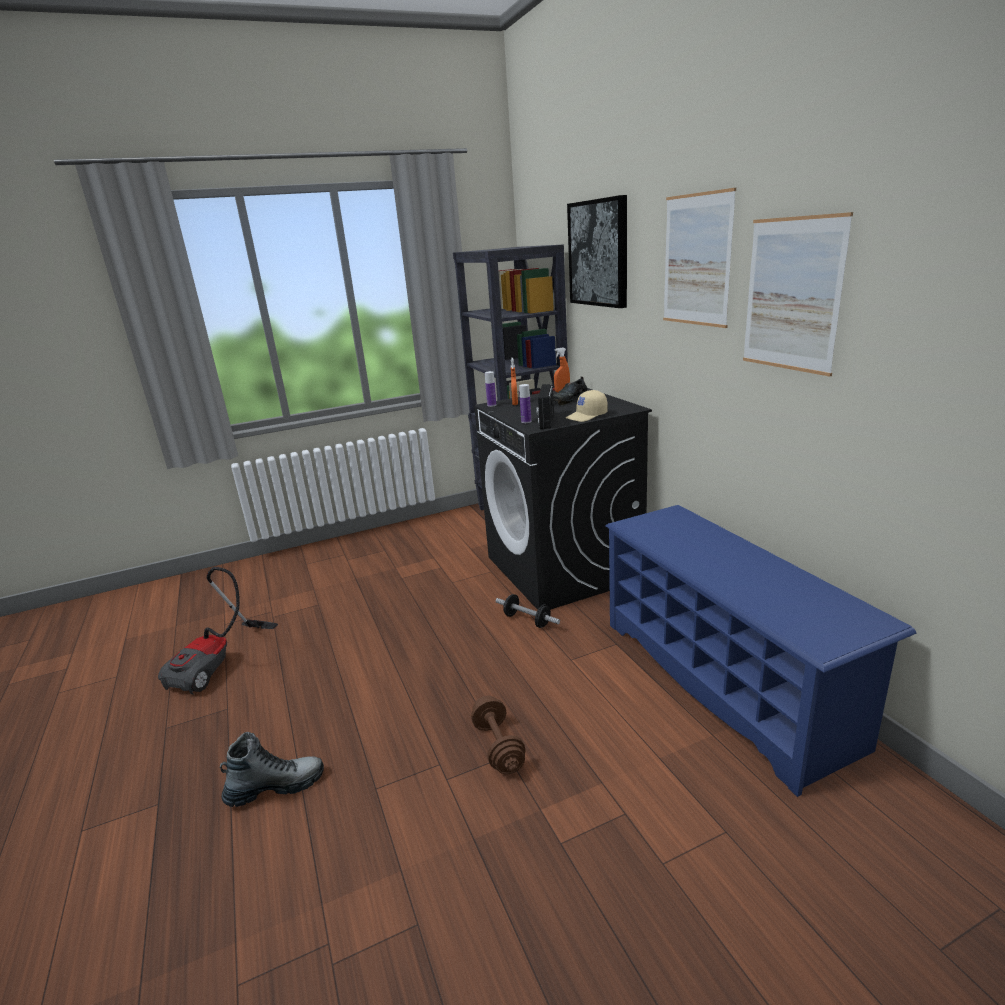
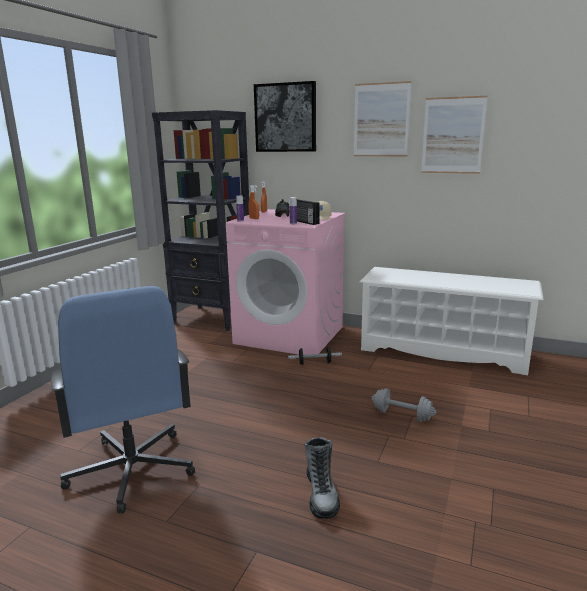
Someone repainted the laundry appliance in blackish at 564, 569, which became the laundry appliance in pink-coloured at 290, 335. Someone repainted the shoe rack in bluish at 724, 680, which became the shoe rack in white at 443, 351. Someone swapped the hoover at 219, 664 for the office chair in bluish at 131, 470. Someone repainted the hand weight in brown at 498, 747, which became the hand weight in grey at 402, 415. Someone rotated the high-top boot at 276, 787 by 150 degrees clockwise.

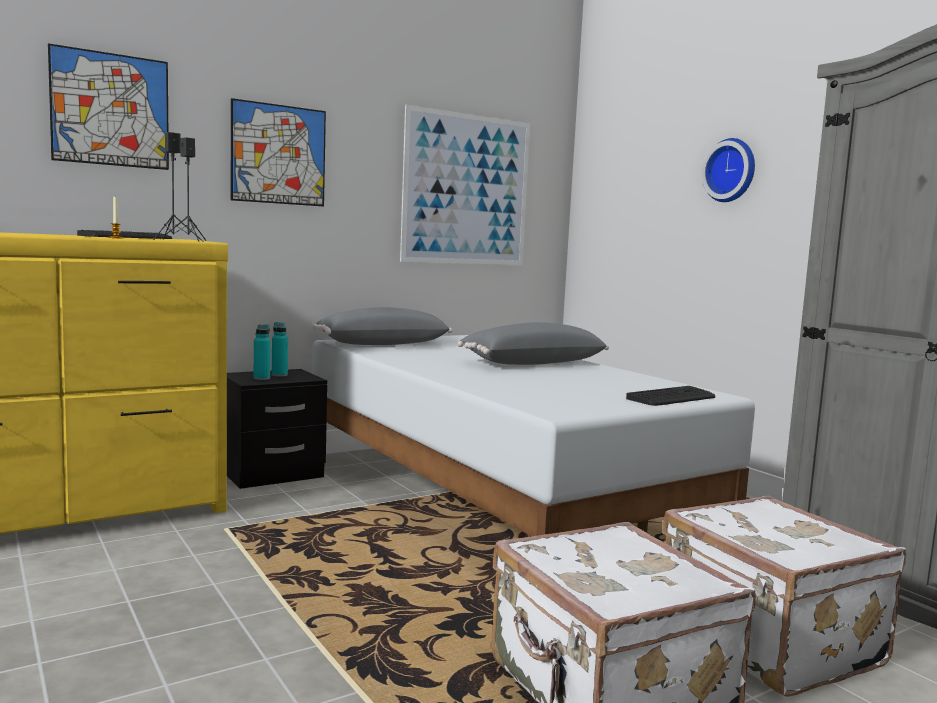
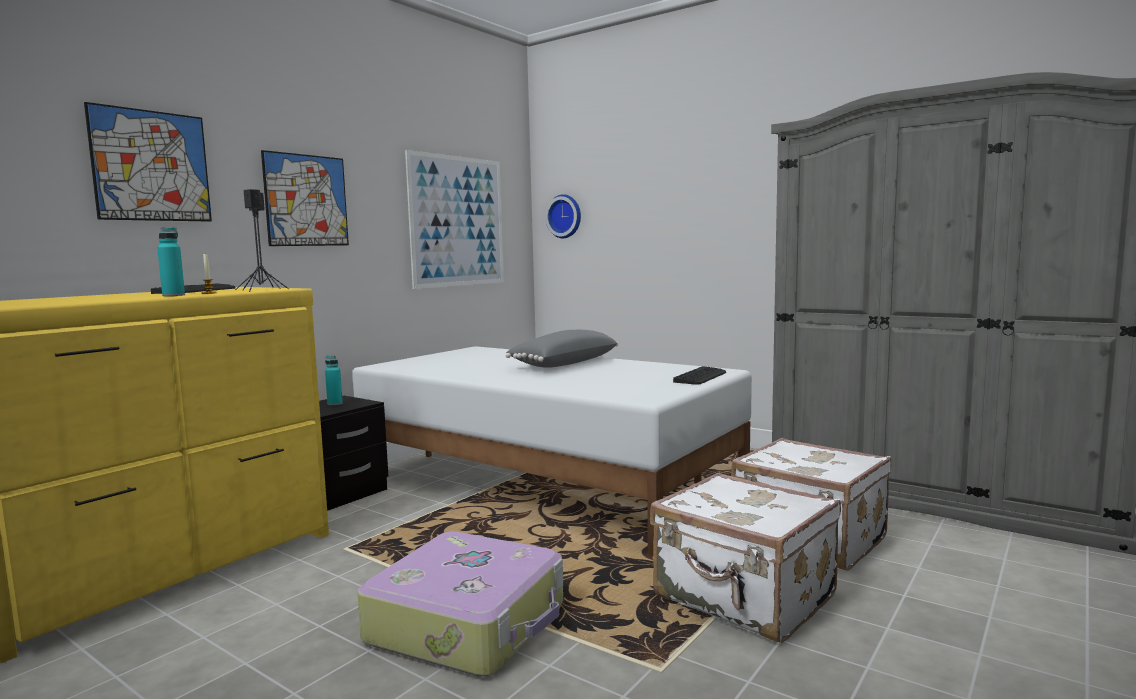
Someone carried the clock on the wall from 731, 171 to 565, 216. Someone took away the throw pillow in grey at 382, 344. Someone carried the beverage bottle in blue-green from 261, 378 to 173, 295. Someone put down the suitcase at 469, 623.

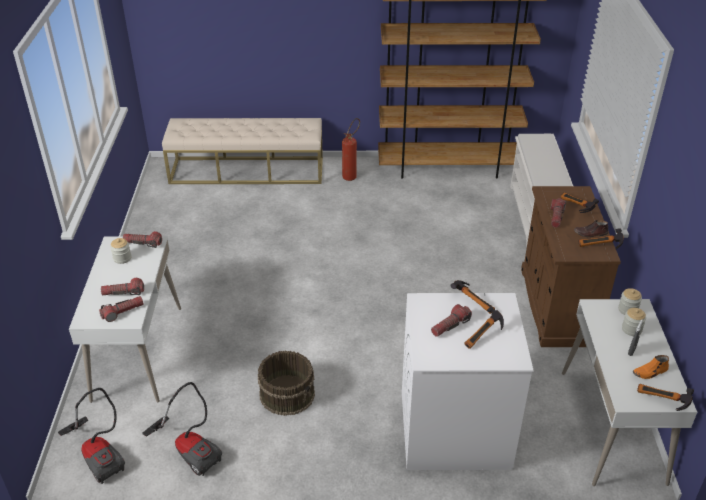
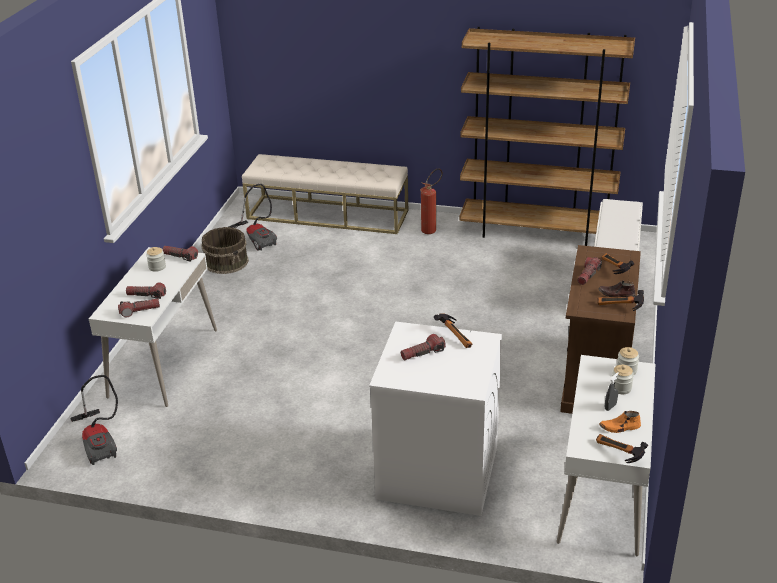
Someone took away the hand hammer at 484, 337. Someone carried the bucket in brown from 287, 393 to 226, 261. Someone carried the hoover from 191, 449 to 258, 238.

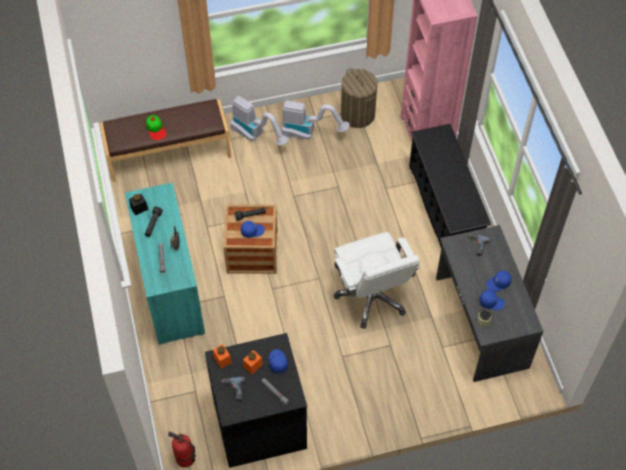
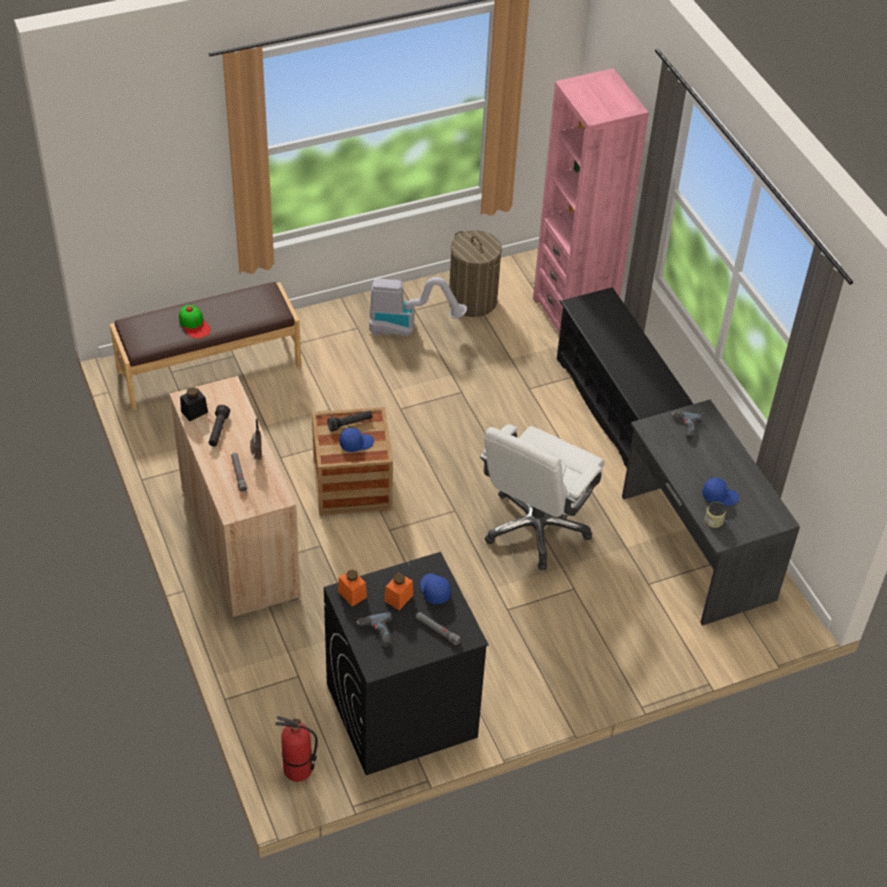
Someone took away the hoover at 257, 135. Someone repainted the cupboard in blue-green at 171, 288, which became the cupboard in beige at 240, 542. Someone rotated the office chair in white at 372, 296 by 60 degrees clockwise. Someone took away the peaked cap in bluish at 498, 283.

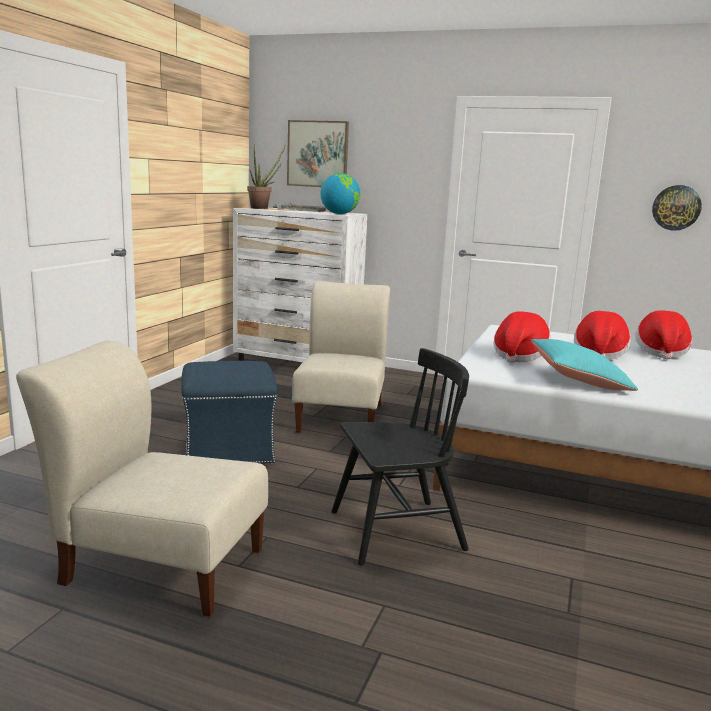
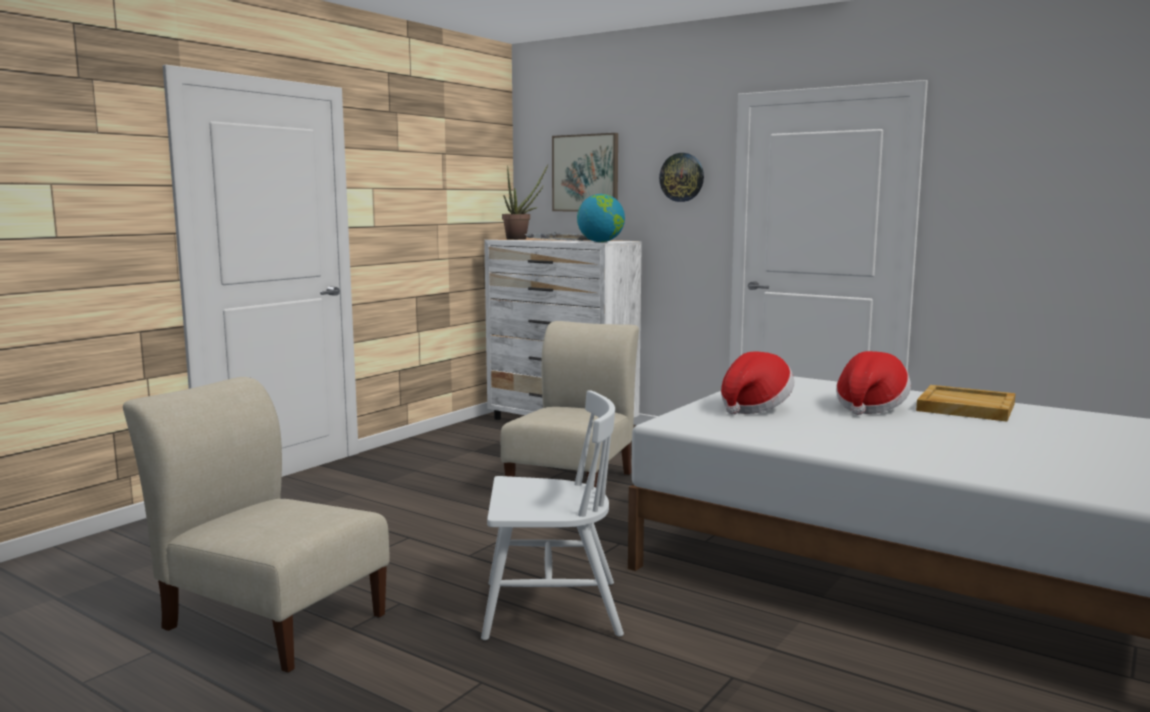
Someone carried the clock on the wall from 676, 207 to 682, 177. Someone swapped the clothing hat at 661, 352 for the tray in beige at 965, 407. Someone took away the throw pillow in blue-green at 578, 380. Someone repainted the chair in blackish at 396, 531, which became the chair in white at 550, 609. Someone took away the ottoman in bluish at 228, 449.

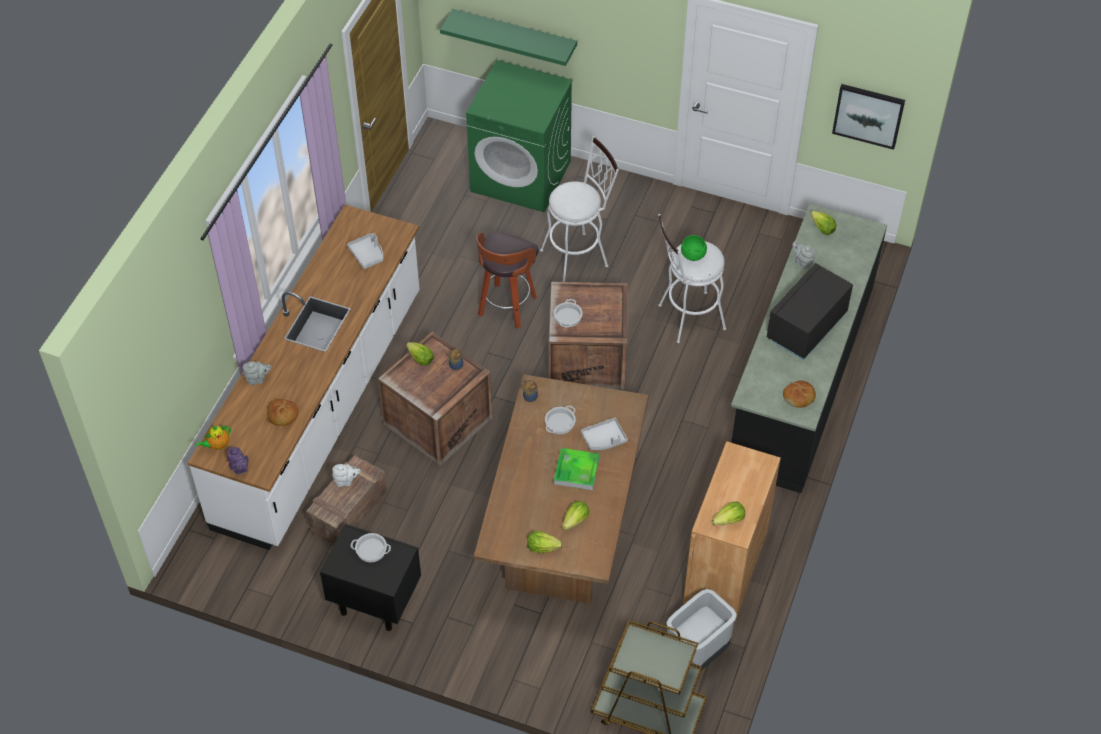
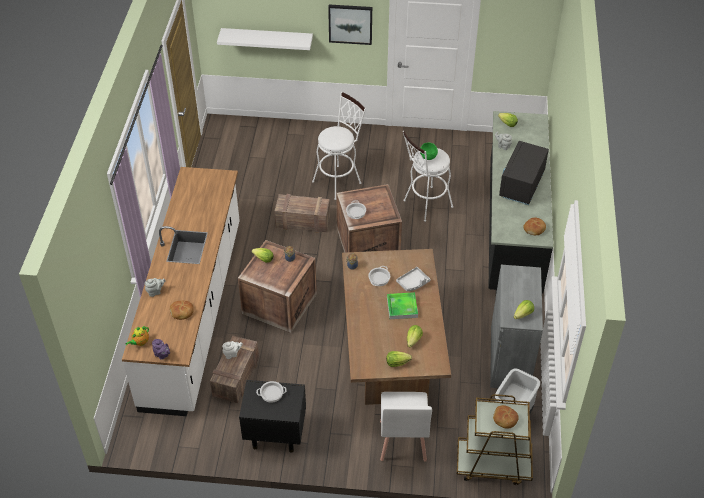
Someone repainted the wall shelf in green-coloured at 514, 35, which became the wall shelf in white at 267, 38. Someone took away the laundry appliance in green-coloured at 521, 176. Someone carried the picture from 868, 115 to 350, 24. Someone swapped the stool at 506, 308 for the packing crate at 302, 222. Someone took away the tray in grey at 367, 254. Someone repainted the cupboard in brown at 725, 568, which became the cupboard in grey at 509, 357. Someone put down the chair in white at 402, 441. Someone put down the baked bread at 505, 419.

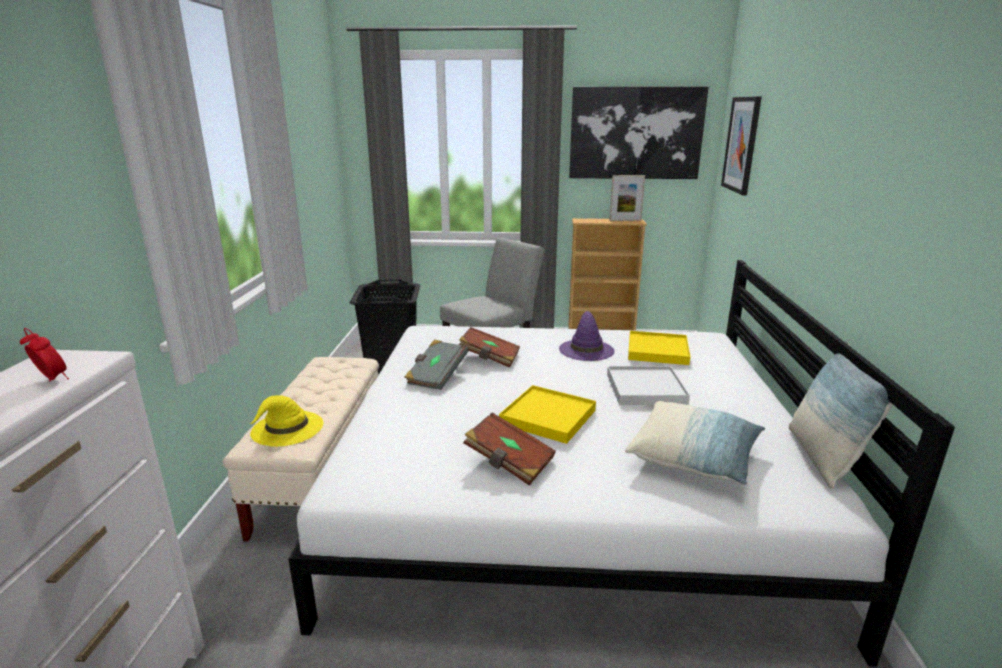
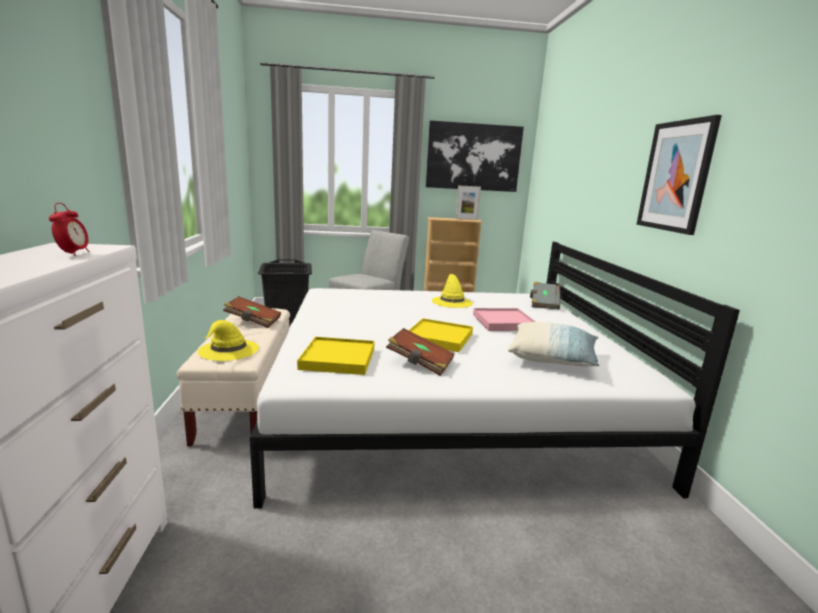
Someone carried the picture from 741, 144 to 676, 176. Someone repainted the clothing hat in purple at 586, 349, which became the clothing hat in yellowish at 451, 301. Someone carried the bound book in brown from 489, 358 to 253, 321. Someone rotated the bedside clock at 52, 380 by 60 degrees clockwise. Someone carried the tray in yellowish from 657, 351 to 338, 359. Someone carried the bound book in grey from 436, 376 to 543, 304. Someone took away the throw pillow at 823, 457. Someone repainted the tray in white at 645, 389, which became the tray in pink-coloured at 503, 322.

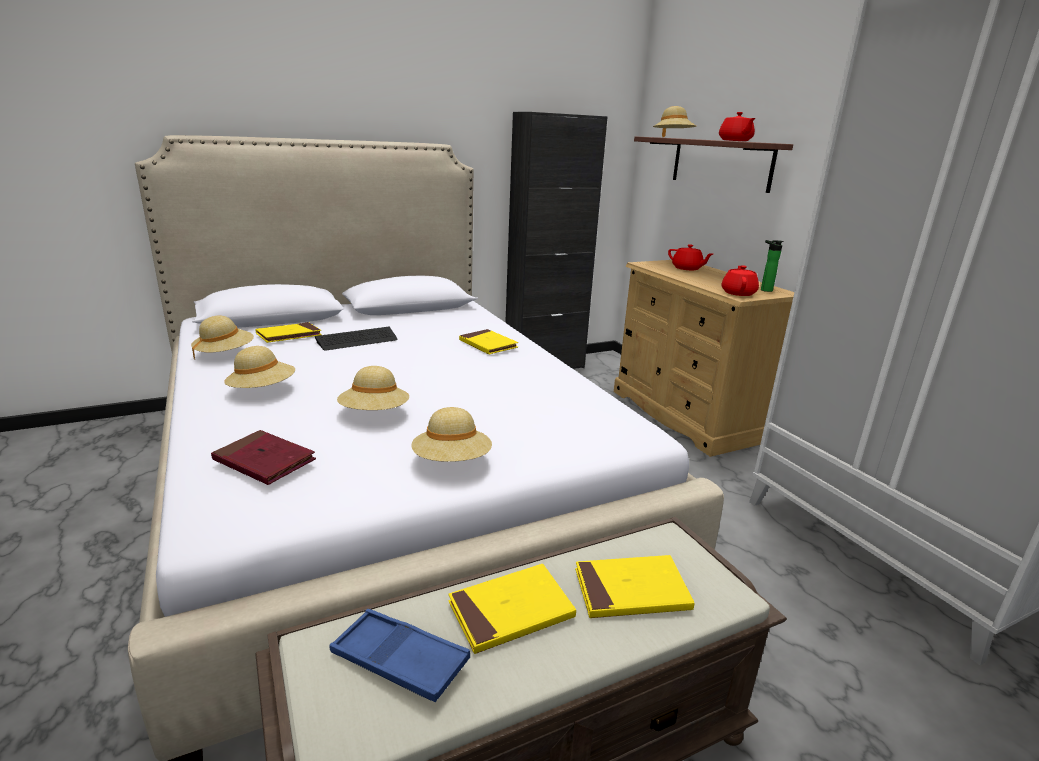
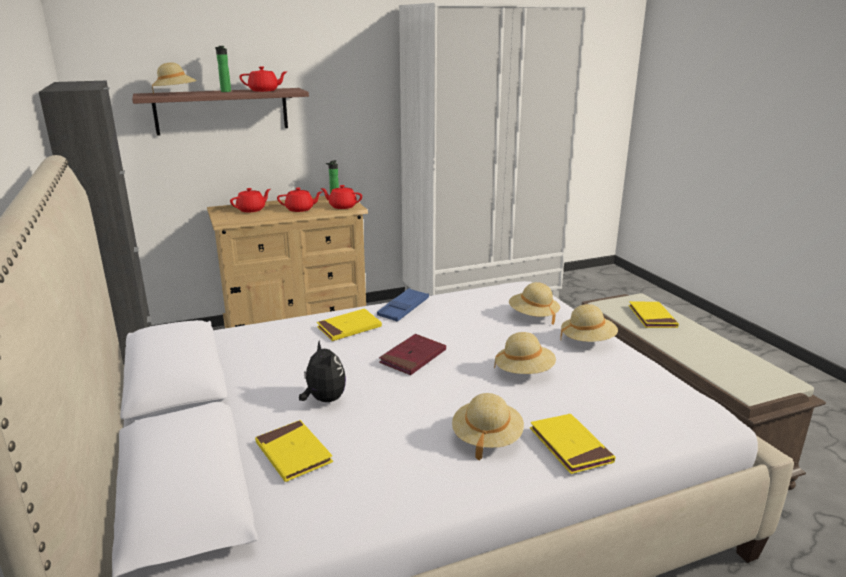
Someone carried the clothing hat in beige from 225, 354 to 533, 316. Someone swapped the PC keyboard at 357, 340 for the plush toy at 324, 399. Someone carried the bound book in reddish from 264, 461 to 413, 357. Someone carried the bound book in yellowish from 511, 611 to 570, 446. Someone carried the tray in bluish from 399, 660 to 403, 309. Someone put down the beverage bottle at 225, 92. Someone put down the tea pot in reddish at 300, 209.

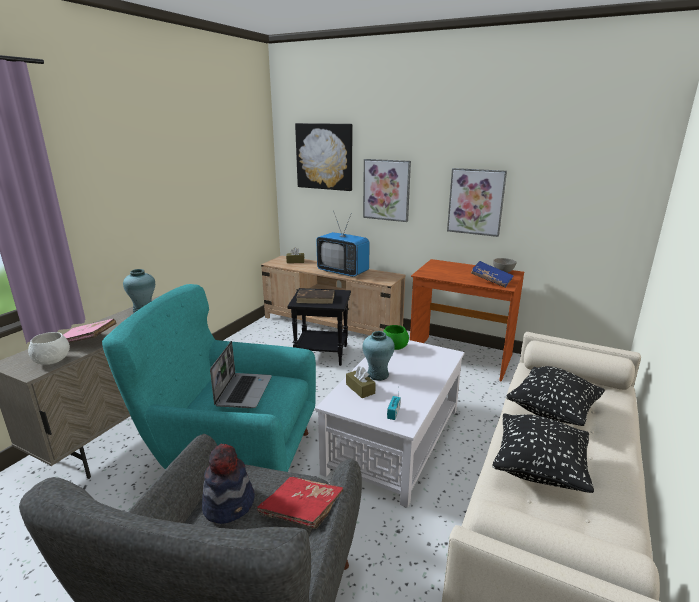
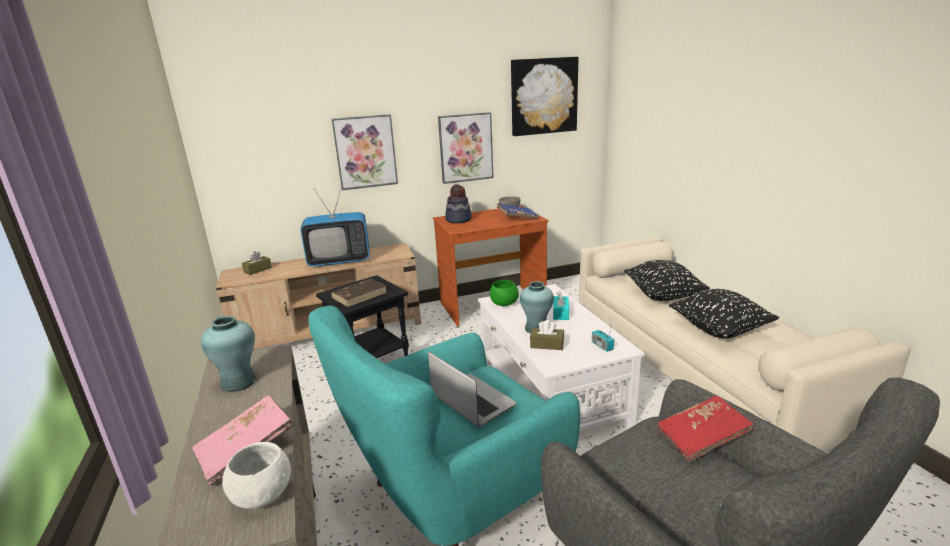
Someone carried the picture from 324, 156 to 543, 96. Someone carried the clothing hat from 229, 503 to 458, 220. Someone put down the tissue box in blue-green at 560, 313.

